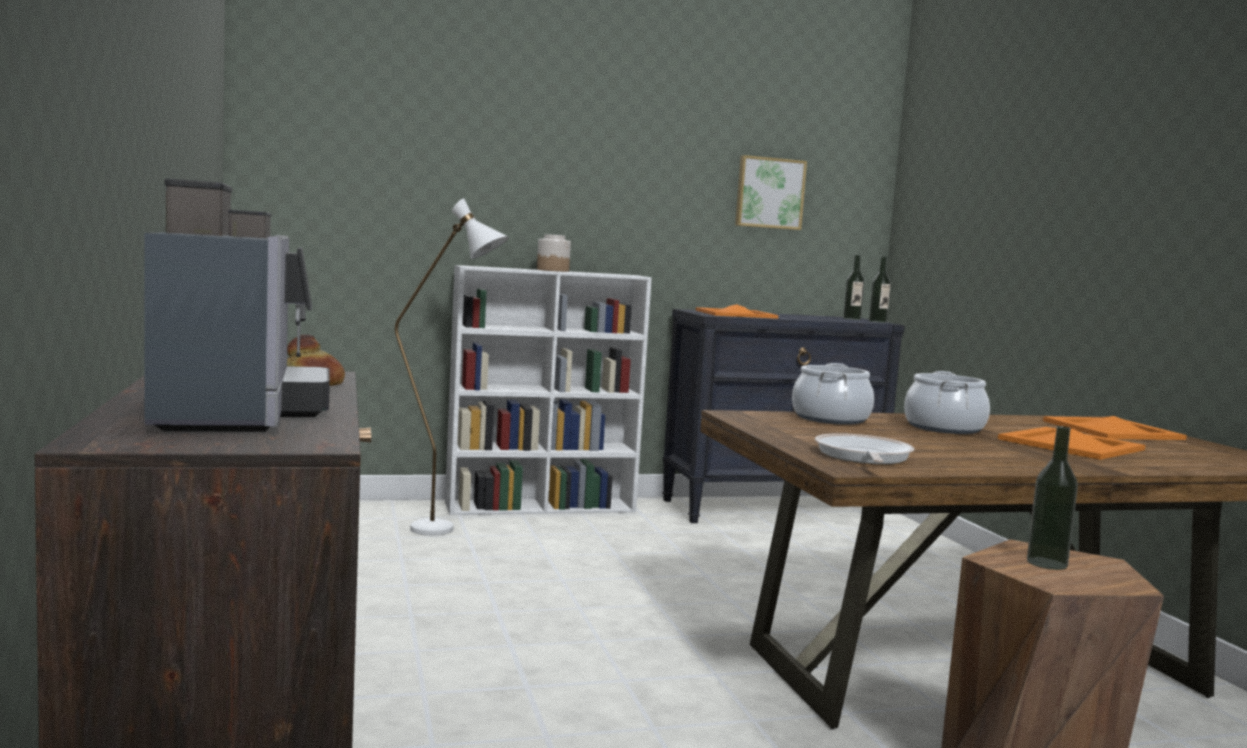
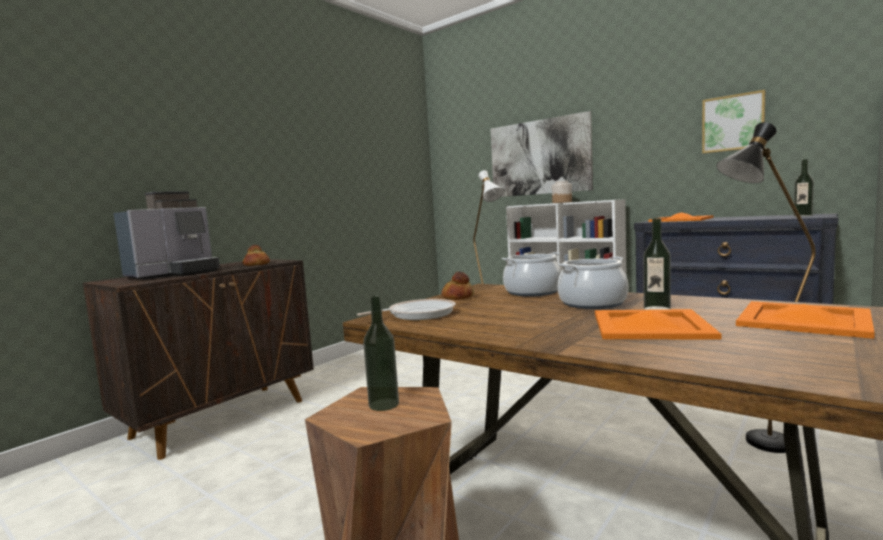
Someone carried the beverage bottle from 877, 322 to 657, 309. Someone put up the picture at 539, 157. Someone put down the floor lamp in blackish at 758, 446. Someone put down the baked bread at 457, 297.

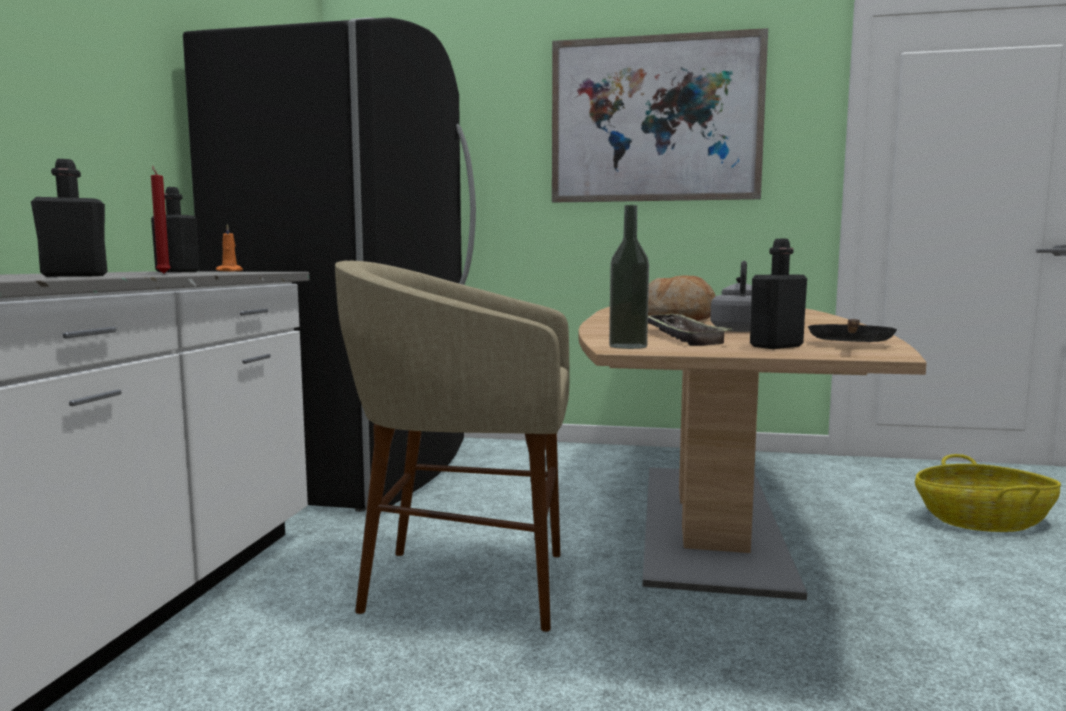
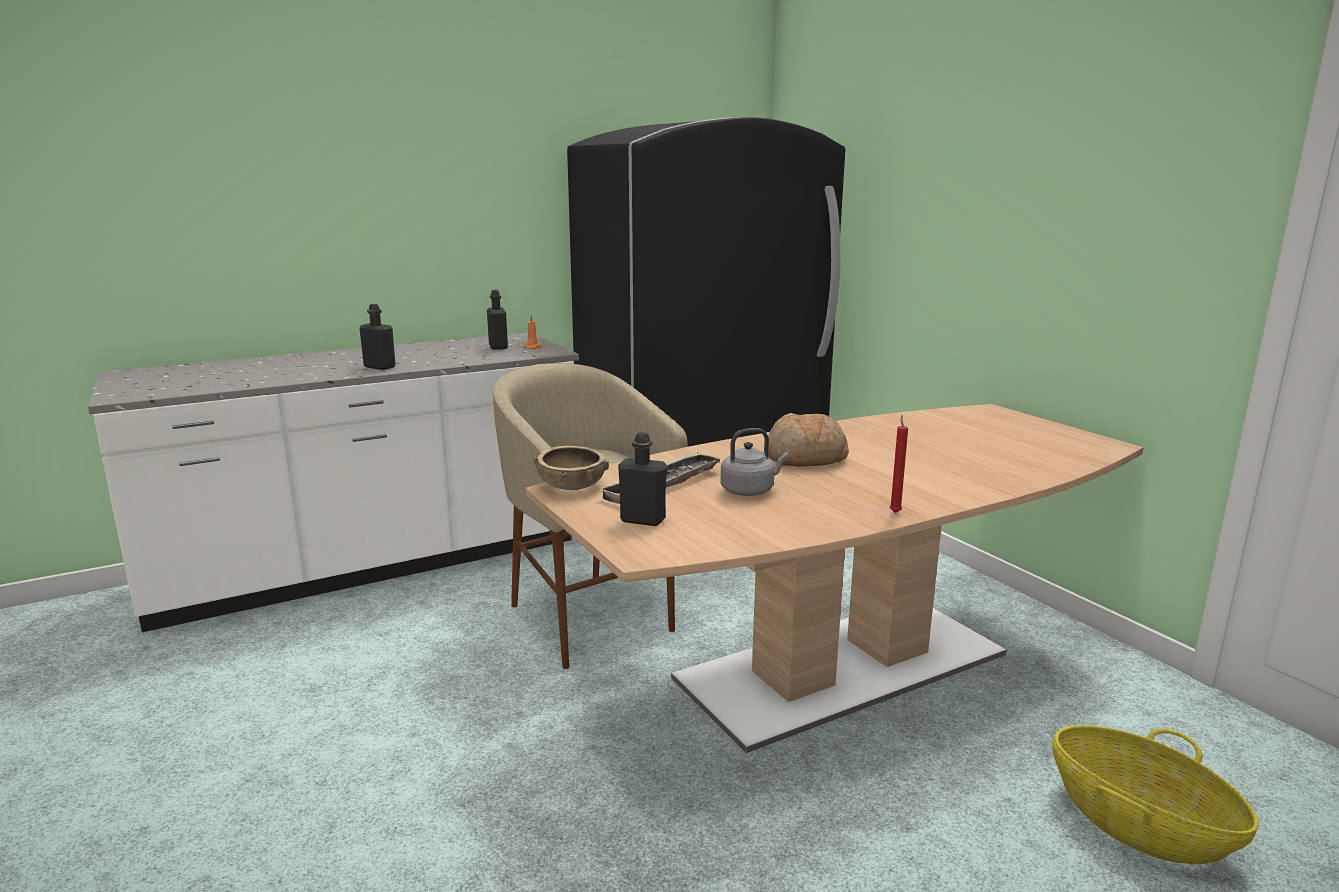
Someone took away the picture at 655, 119. Someone carried the candle in reddish from 163, 273 to 895, 512. Someone swapped the beverage bottle at 628, 346 for the serving bowl in brown at 571, 486. Someone took away the skillet in blackish at 850, 345.

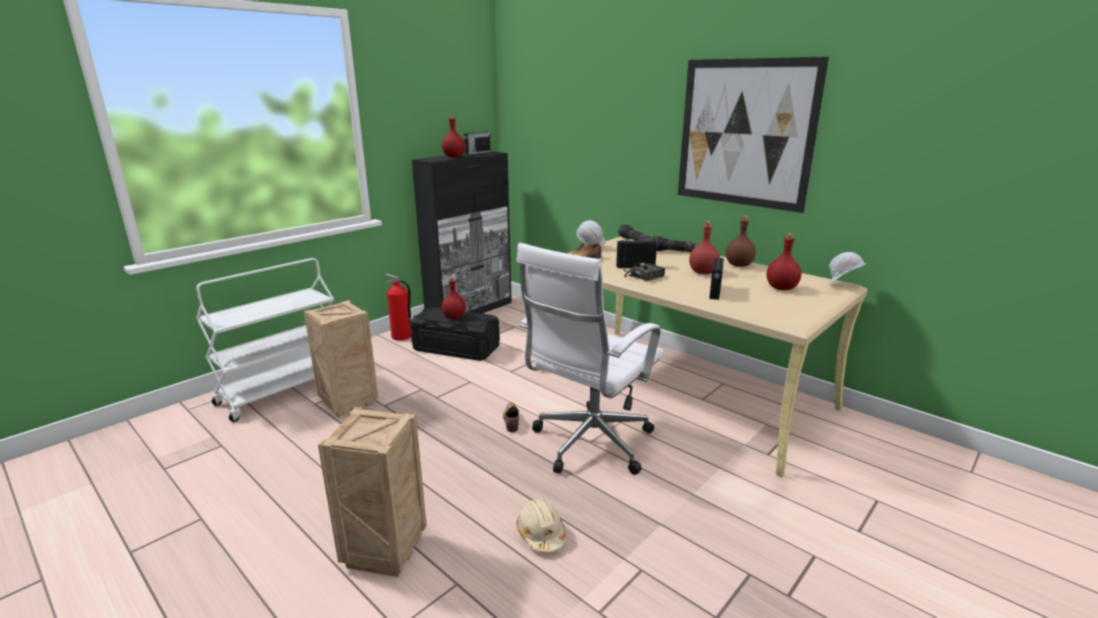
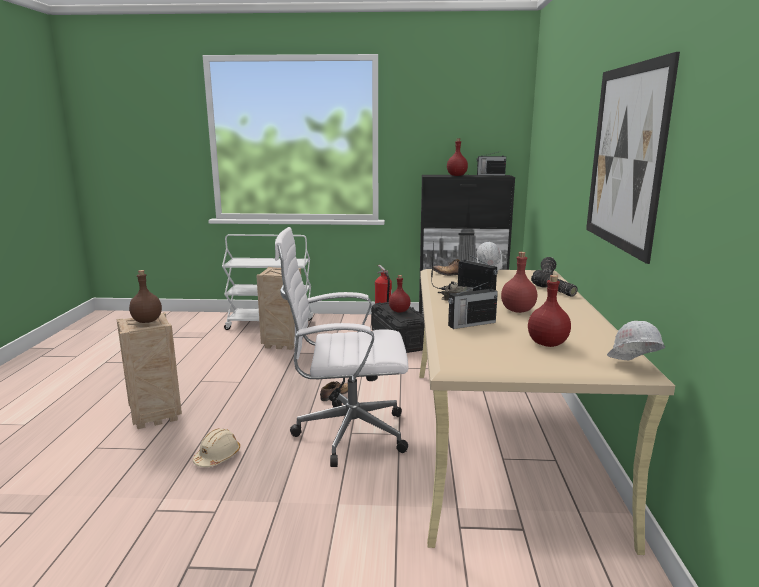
Someone carried the beverage bottle in brown from 739, 265 to 147, 321.

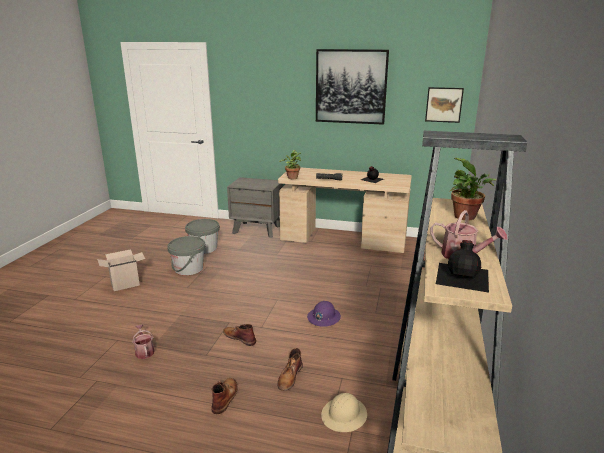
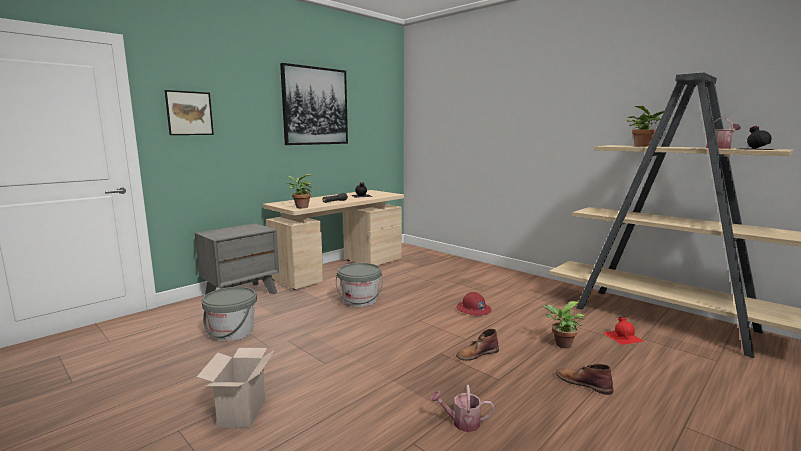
Someone carried the picture from 444, 104 to 189, 113. Someone carried the bucket in grey from 188, 269 to 360, 300. Someone repainted the safety helmet in purple at 323, 317, which became the safety helmet in reddish at 473, 309. Someone swapped the high-top boot in brown at 290, 377 for the plant in a pot at 561, 345. Someone swapped the safety helmet in beige at 344, 415 for the beverage bottle in reddish at 623, 336.

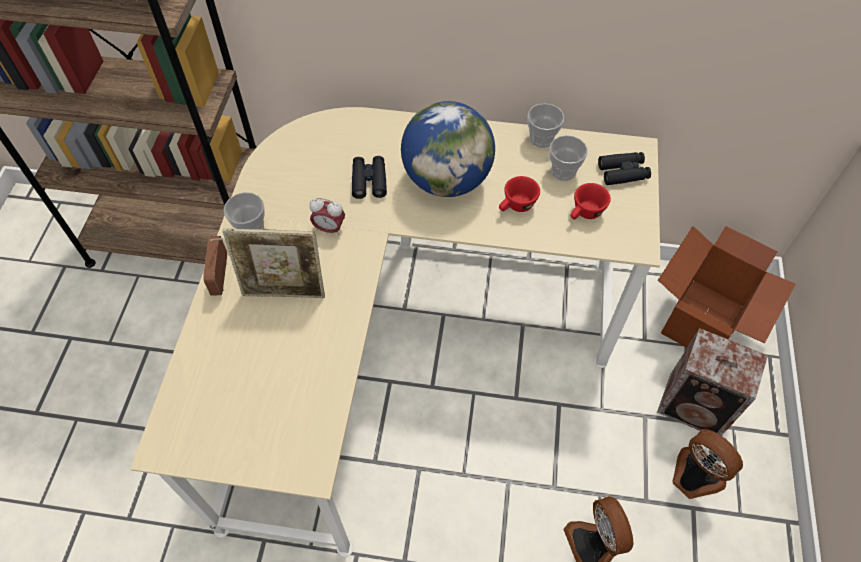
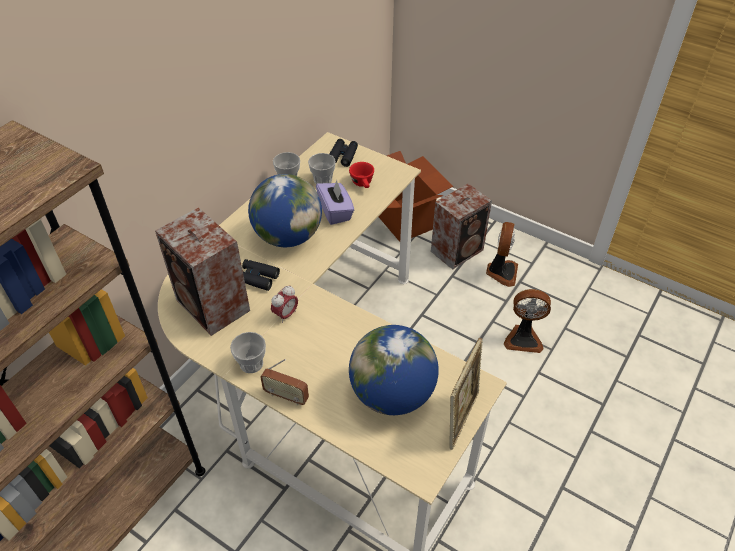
Someone swapped the cup in reddish at 516, 206 for the tissue box in purple at 335, 212. Someone carried the standing frame from 285, 292 to 461, 418. Someone rotated the cooling fan at 694, 477 by 120 degrees clockwise. Someone put down the audio speaker at 213, 307. Someone put down the globe at 392, 394.

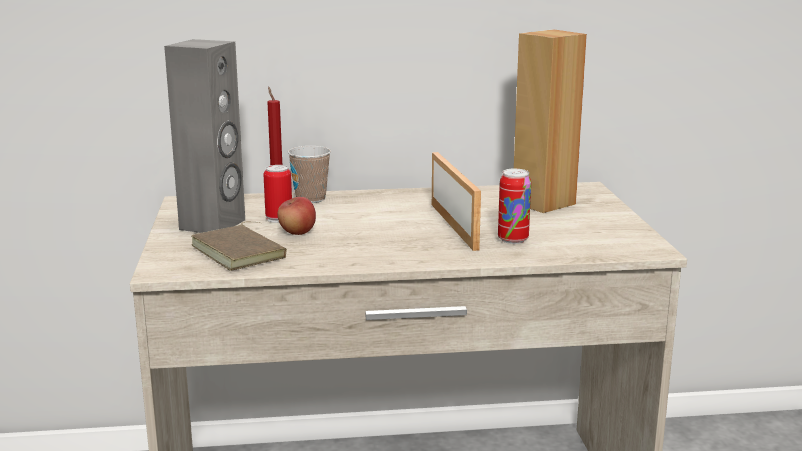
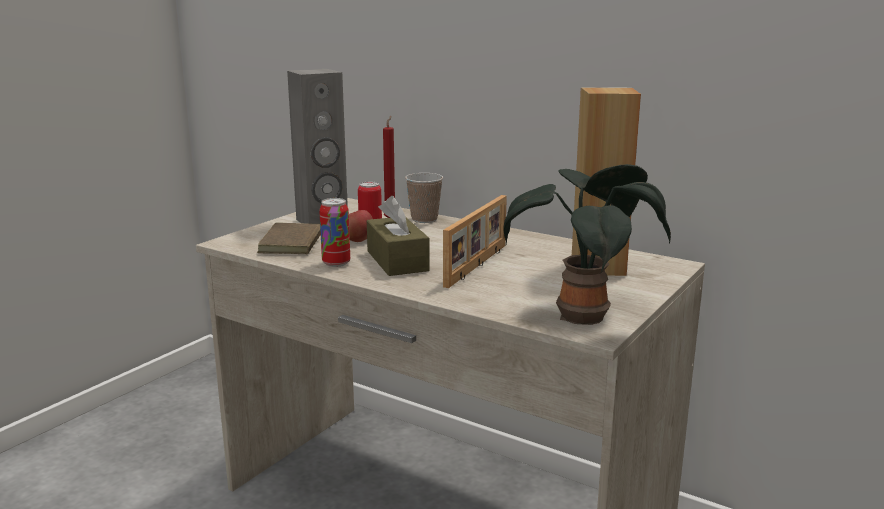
Someone carried the metal can from 513, 240 to 336, 263. Someone put down the plant in a pot at 584, 316. Someone put down the tissue box in brown at 397, 261.

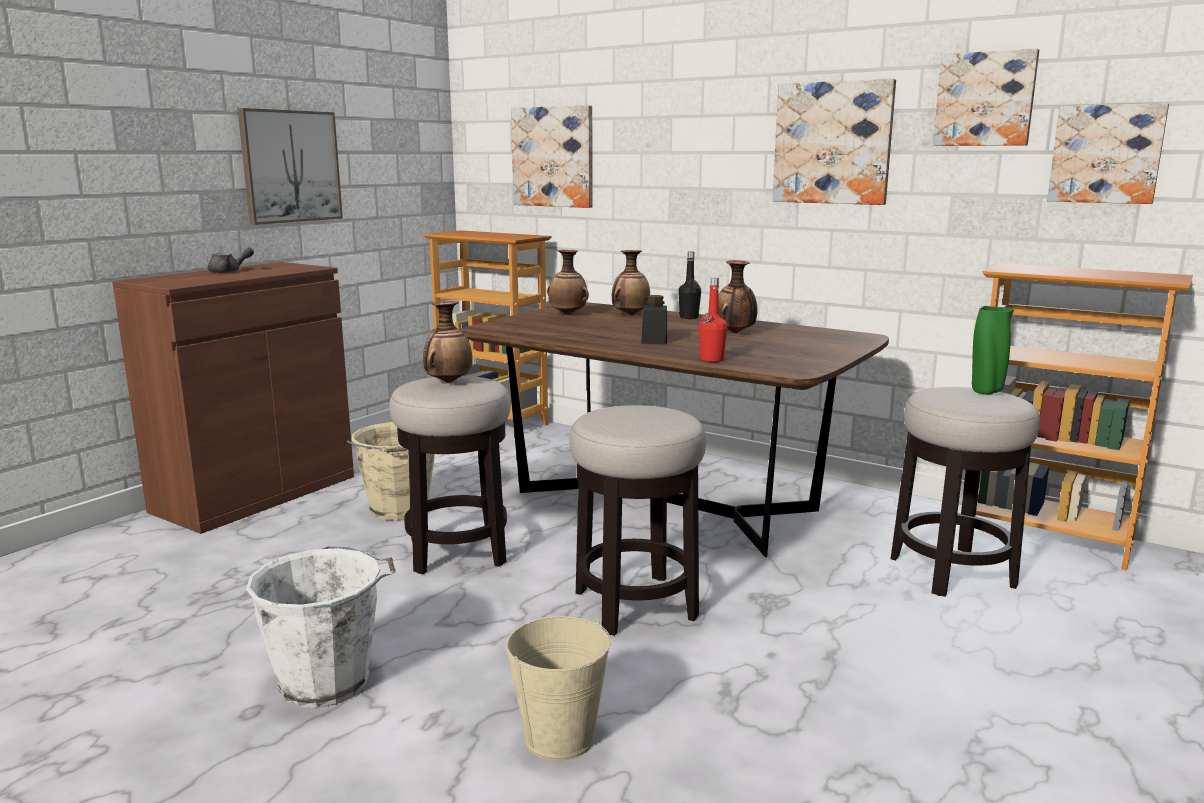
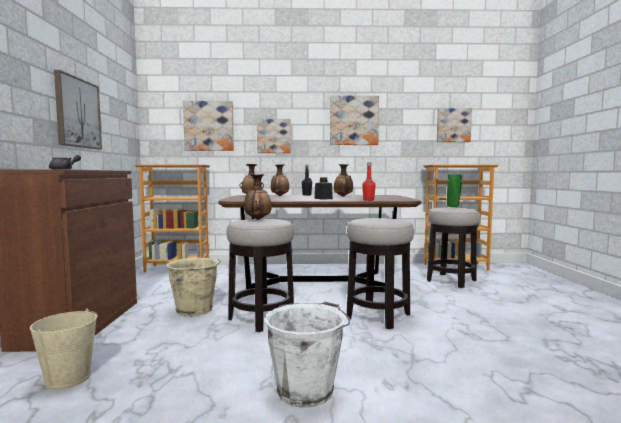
Someone carried the picture from 985, 99 to 273, 136. Someone carried the bucket in beige from 558, 737 to 67, 379.

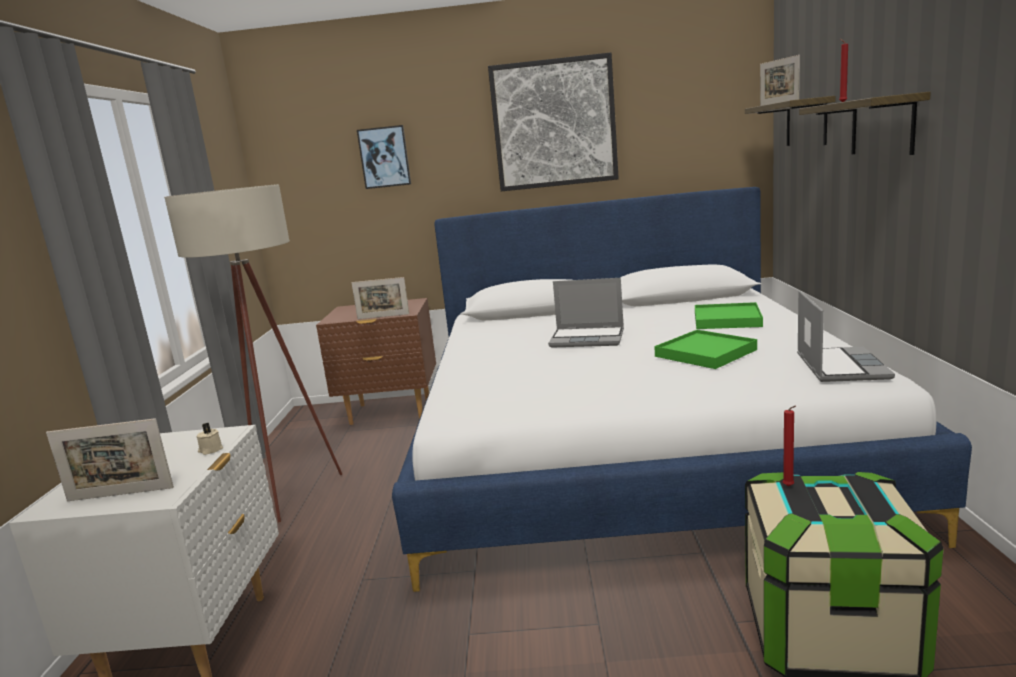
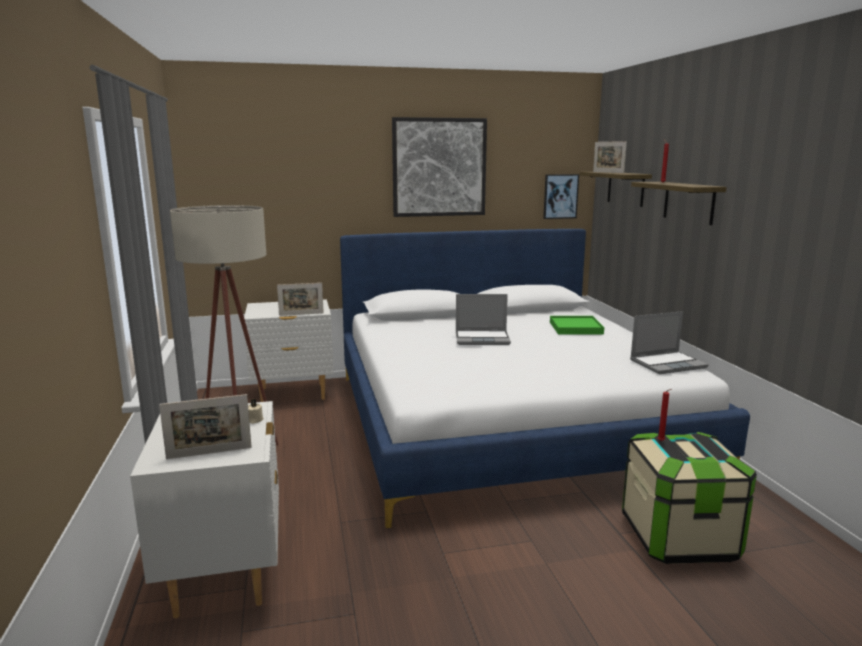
Someone carried the picture from 384, 157 to 560, 196. Someone rotated the portable computer at 839, 366 by 75 degrees clockwise. Someone repainted the bedside table in brown at 390, 412, which became the bedside table in white at 293, 394. Someone took away the tray in green-coloured at 705, 353.

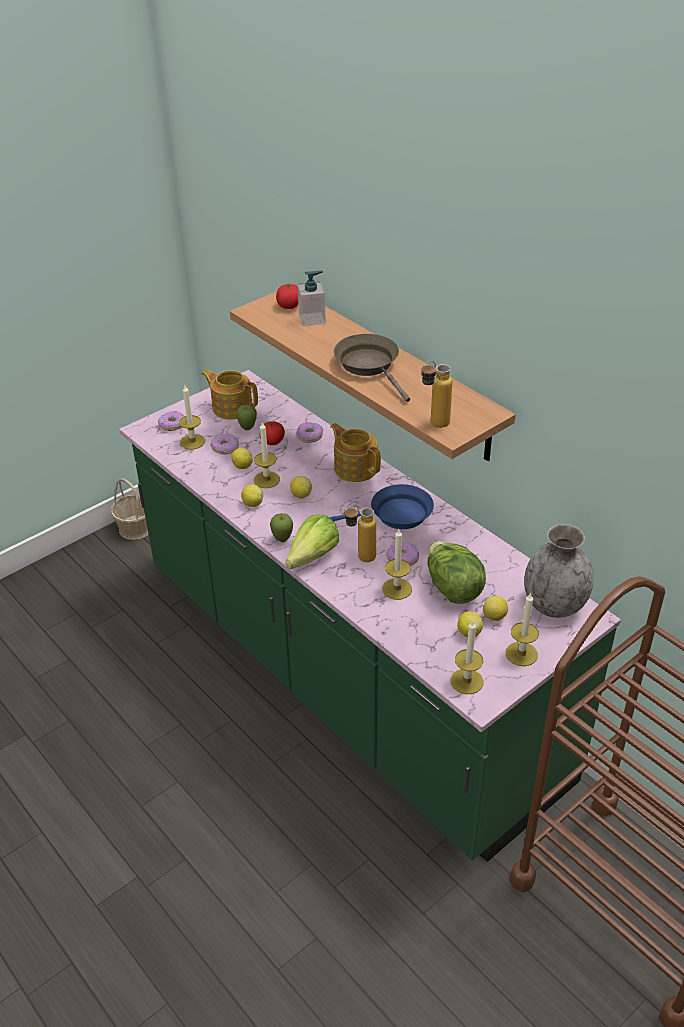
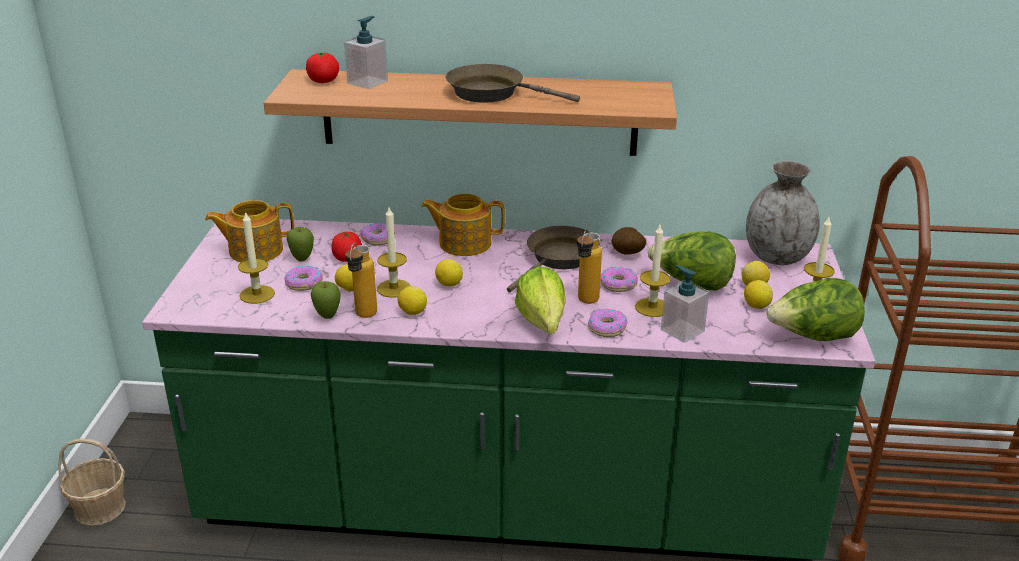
Someone carried the beverage bottle from 433, 425 to 363, 317. Someone carried the donut from 172, 424 to 606, 328. Someone repainted the skillet in bluish at 395, 515, which became the skillet in brown at 559, 259. Someone carried the apple from 282, 539 to 327, 317. Someone swapped the candle at 467, 681 for the head of lettuce at 813, 337. Someone put down the whole potato at 627, 254. Someone put down the soap dispenser at 682, 330.

